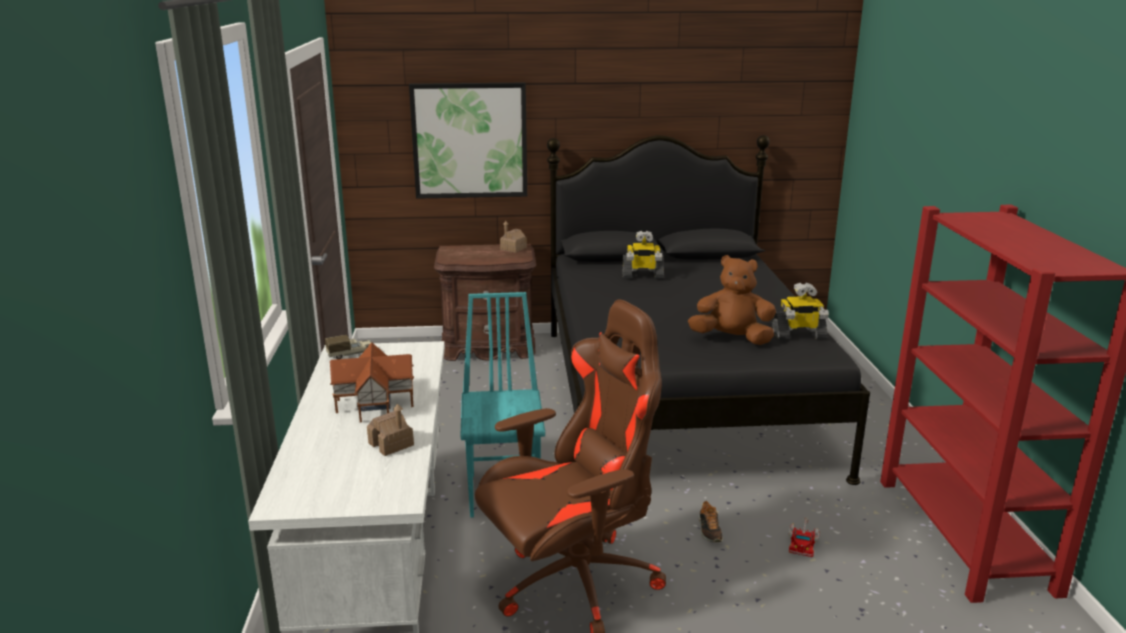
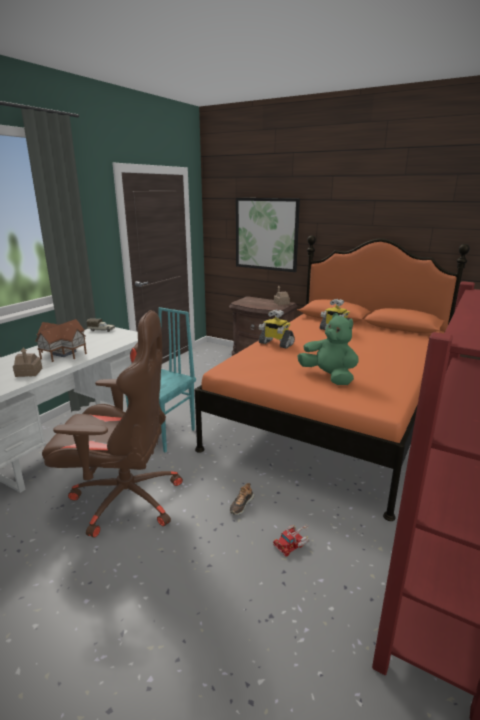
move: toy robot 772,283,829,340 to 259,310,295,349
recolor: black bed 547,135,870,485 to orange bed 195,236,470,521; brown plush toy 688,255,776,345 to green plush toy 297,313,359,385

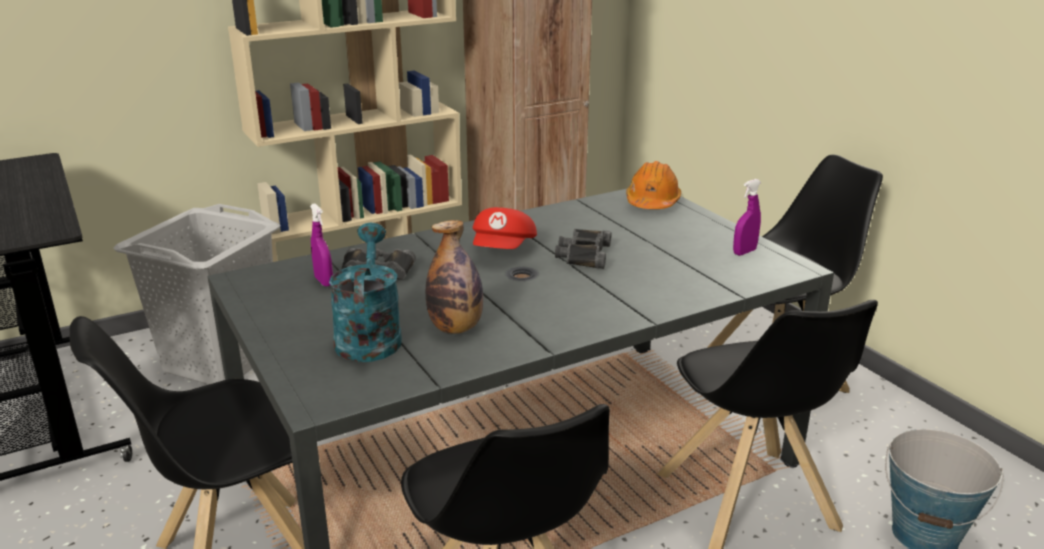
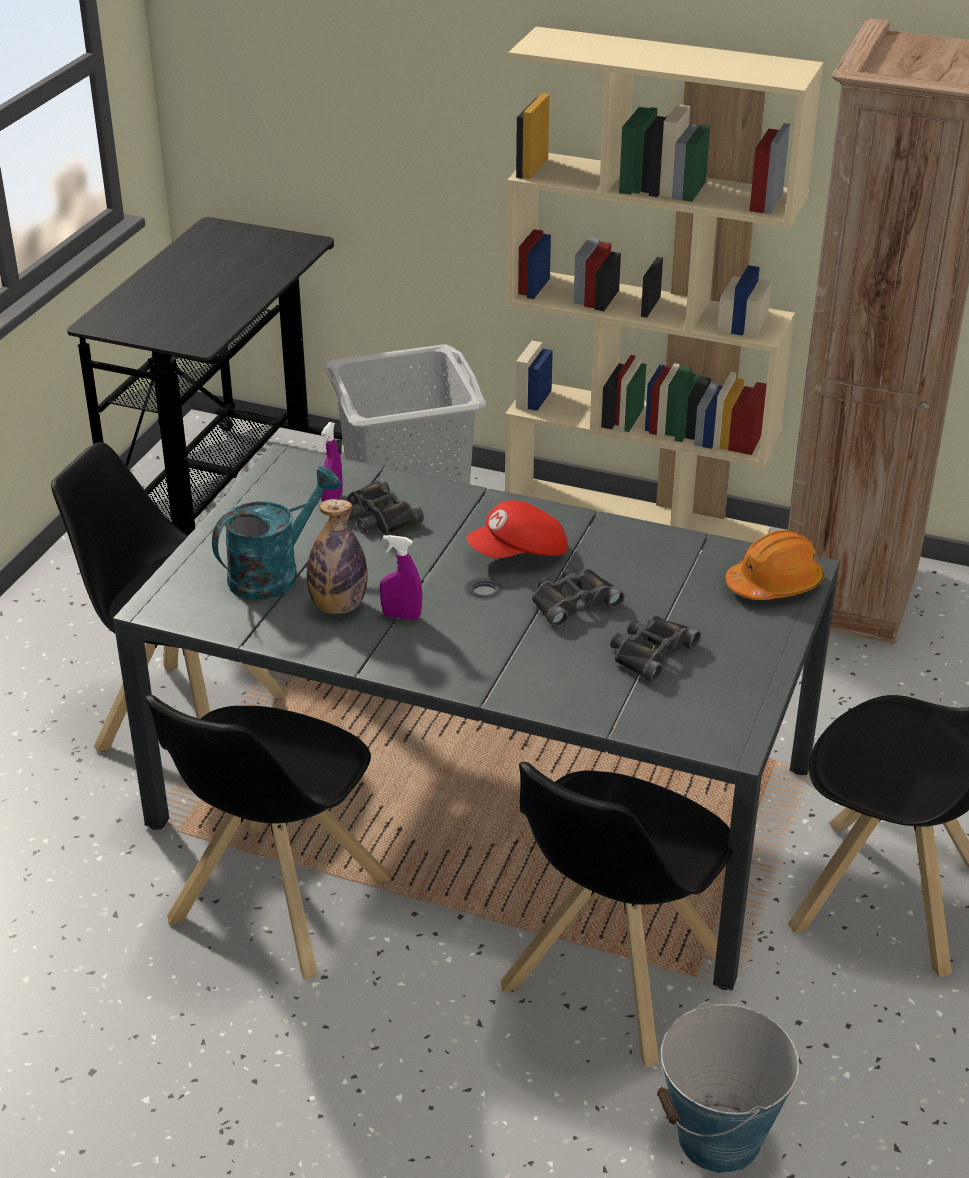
insert: black binoculars 610,615,701,683
move: purple spray bottle 733,179,761,256 to 380,535,422,620

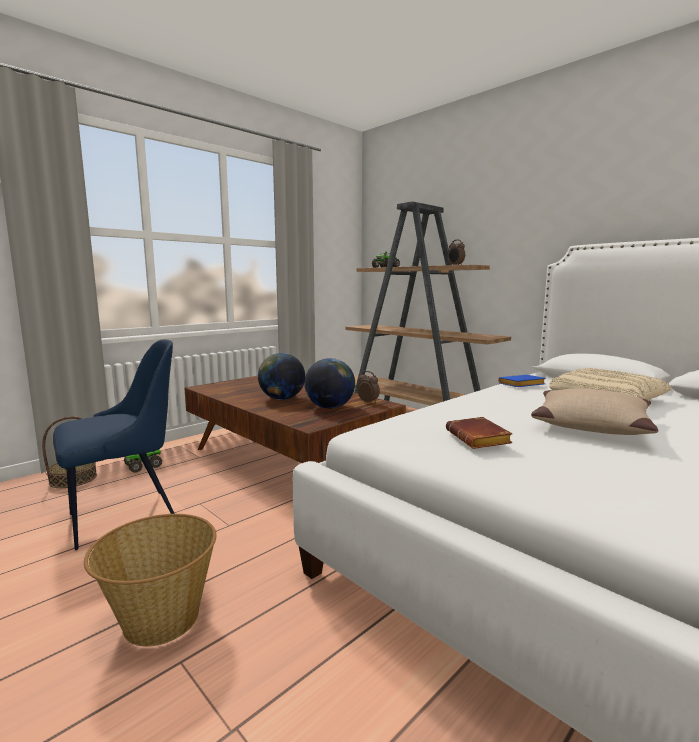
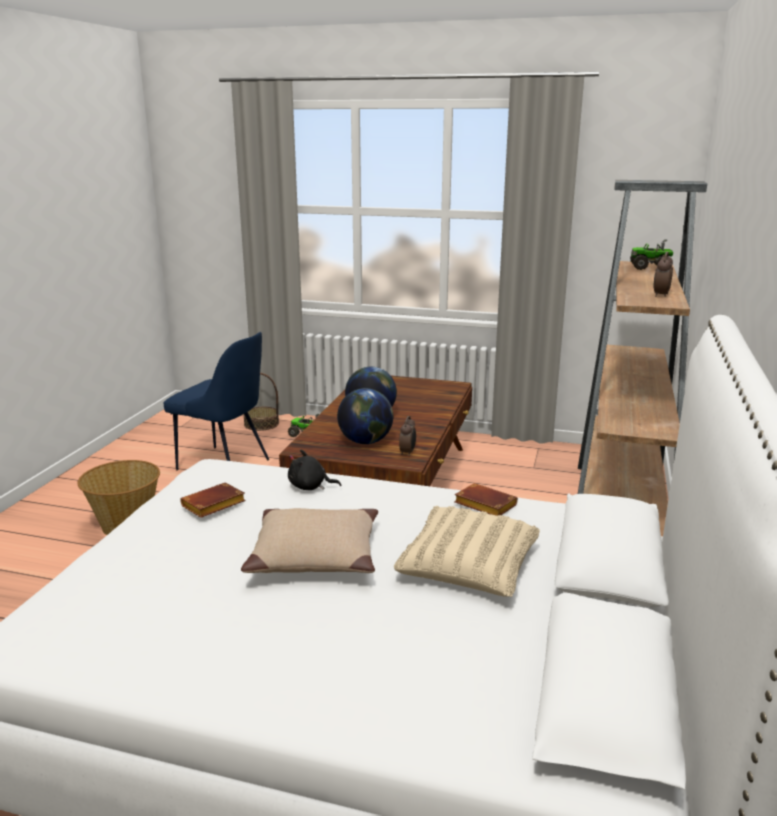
insert: black plush toy 288,449,341,490
recolor: blue book 498,375,546,387 to brown book 454,483,518,516

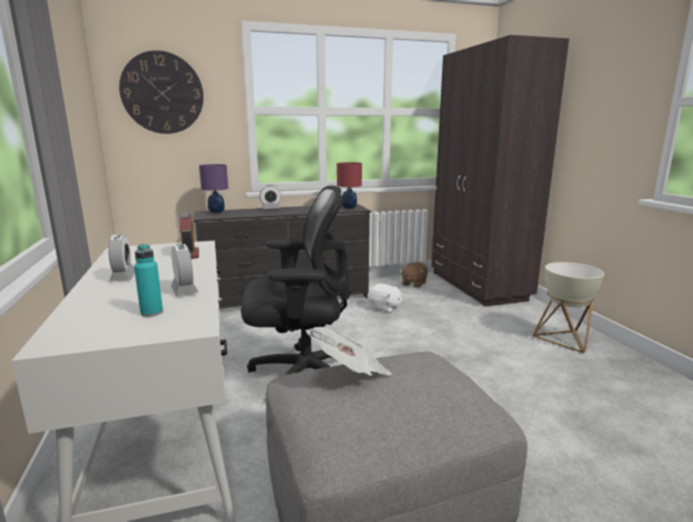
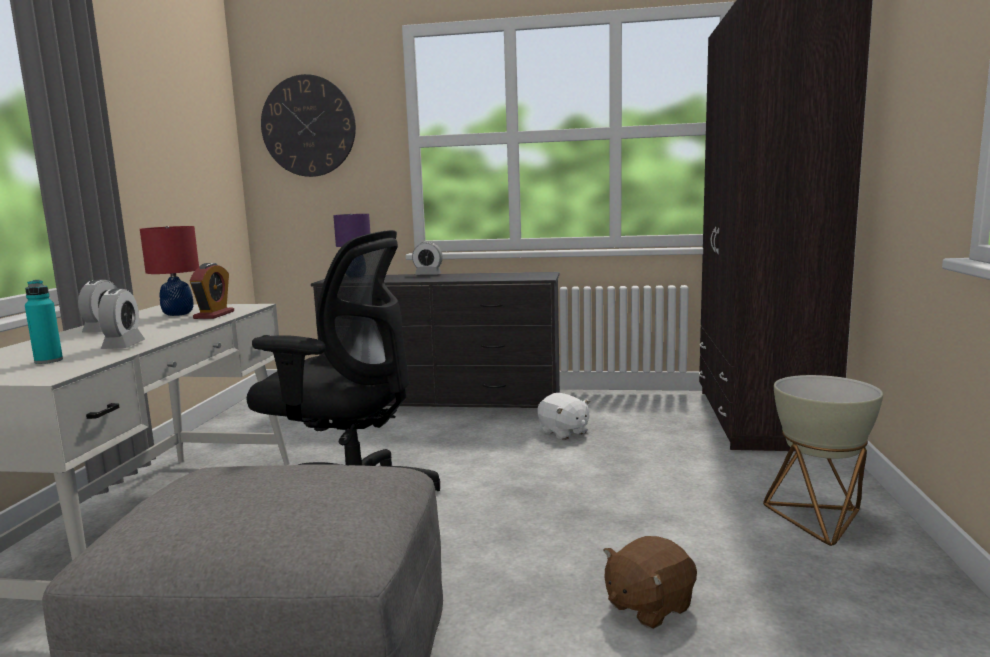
delete: newspaper 306,327,392,376
move: red table lamp 337,162,362,208 to 140,226,199,316; brown plush toy 400,262,428,288 to 603,536,697,629

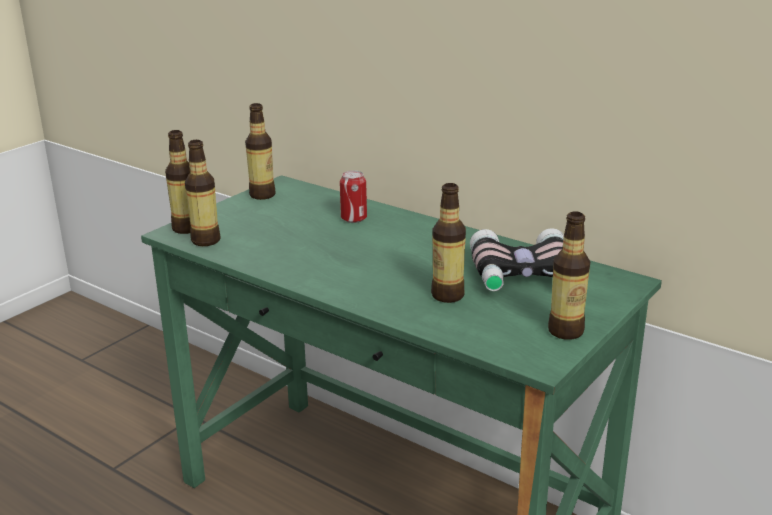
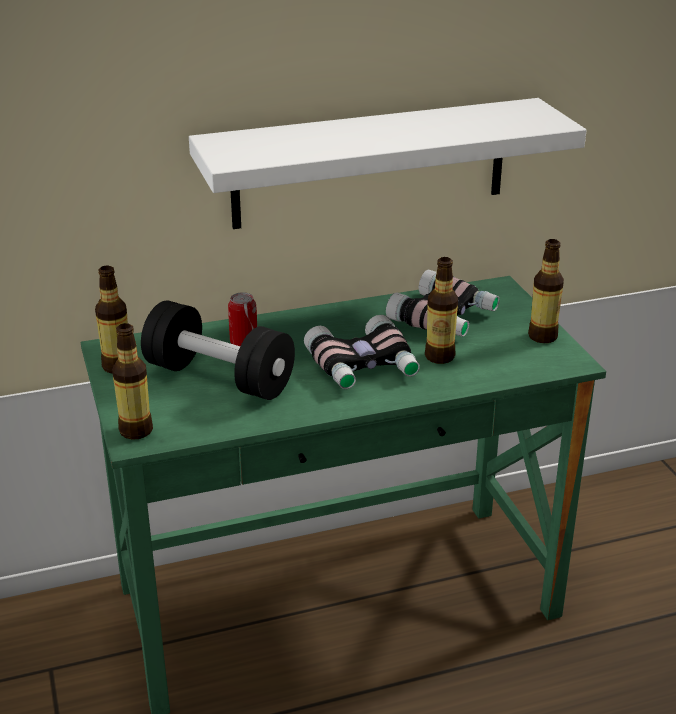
delete: bottle 185,140,221,246
insert: black dumbbell 141,300,295,400; white shelf 189,98,587,229; binoculars 304,315,420,389

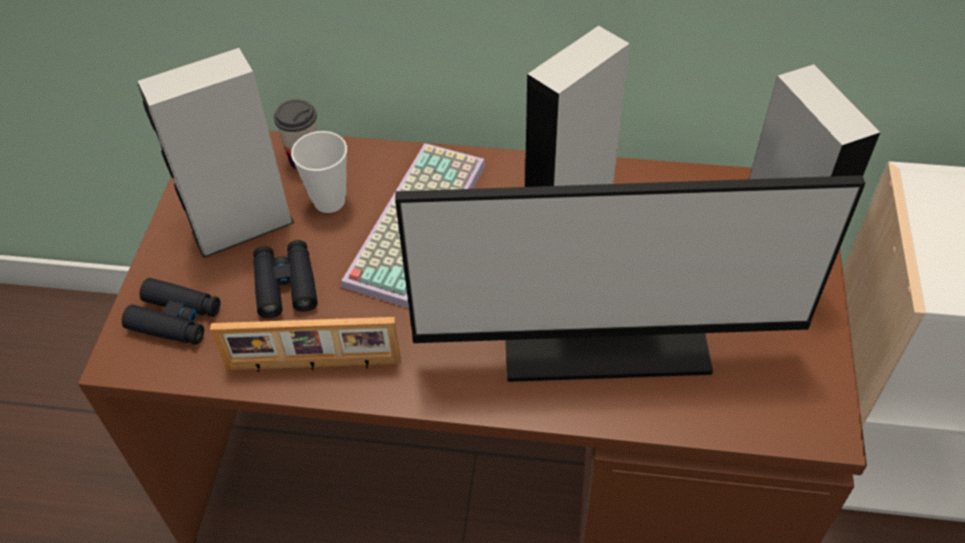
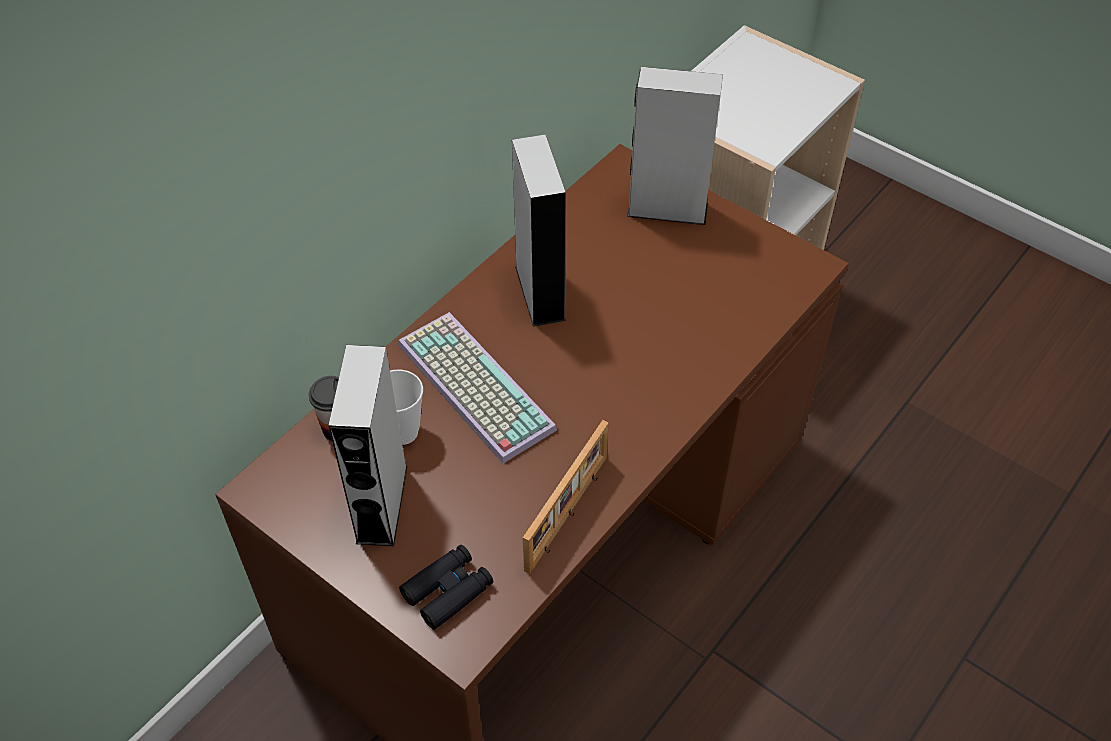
delete: black binoculars 253,240,318,318; monitor 395,175,866,382

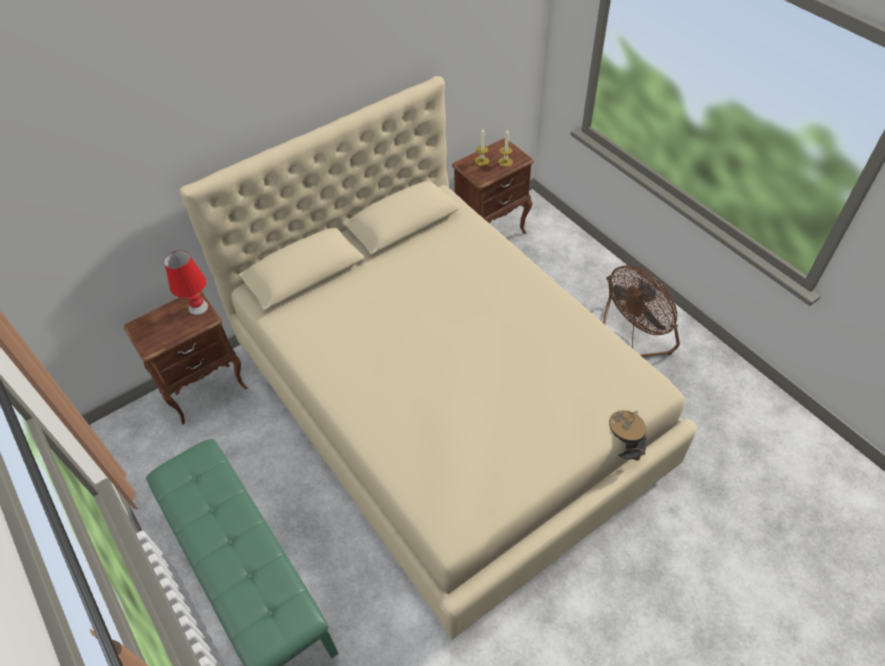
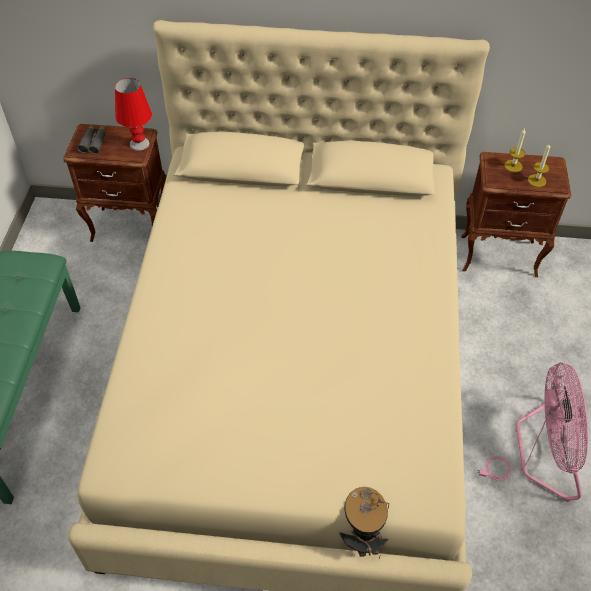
insert: grey binoculars 77,125,106,154
recolor: brown fan 603,265,680,357 to pink fan 477,362,588,502

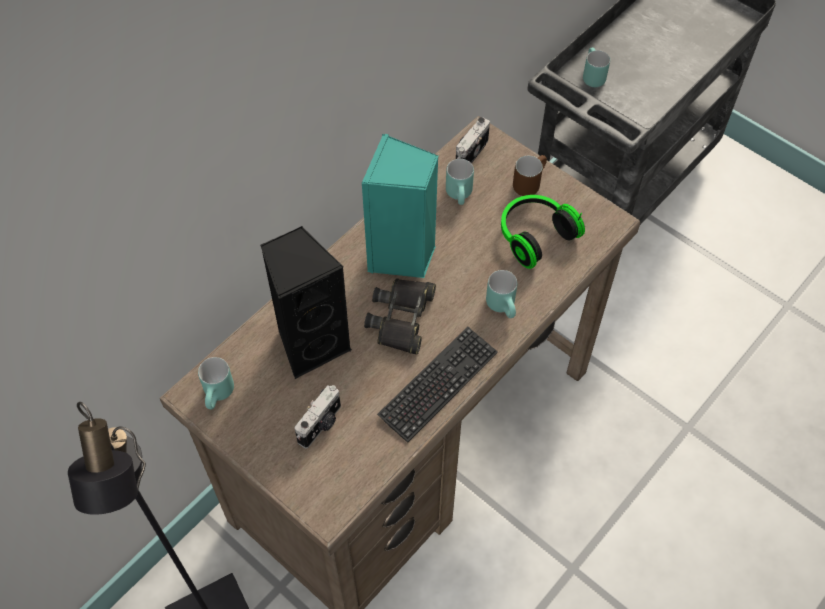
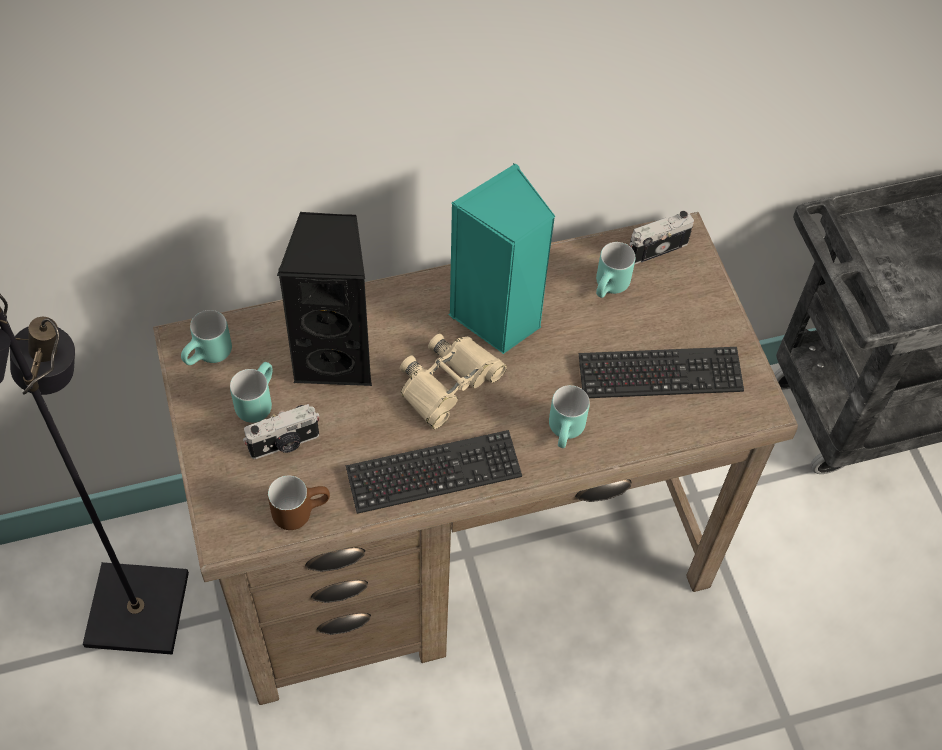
move: brown mug 513,155,547,196 to 268,476,330,530; turquoise mug 583,48,610,87 to 230,362,273,423
replace: headphones 501,195,585,269 to keyboard 579,347,744,398
recolor: black binoculars 364,278,436,355 to beige binoculars 400,334,507,429

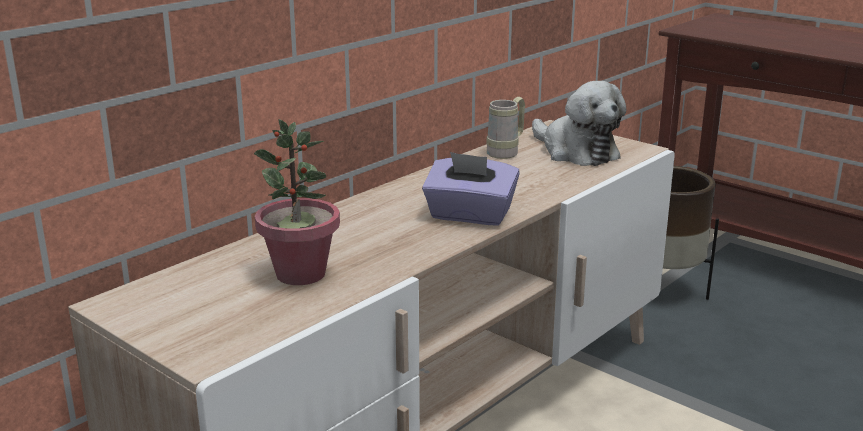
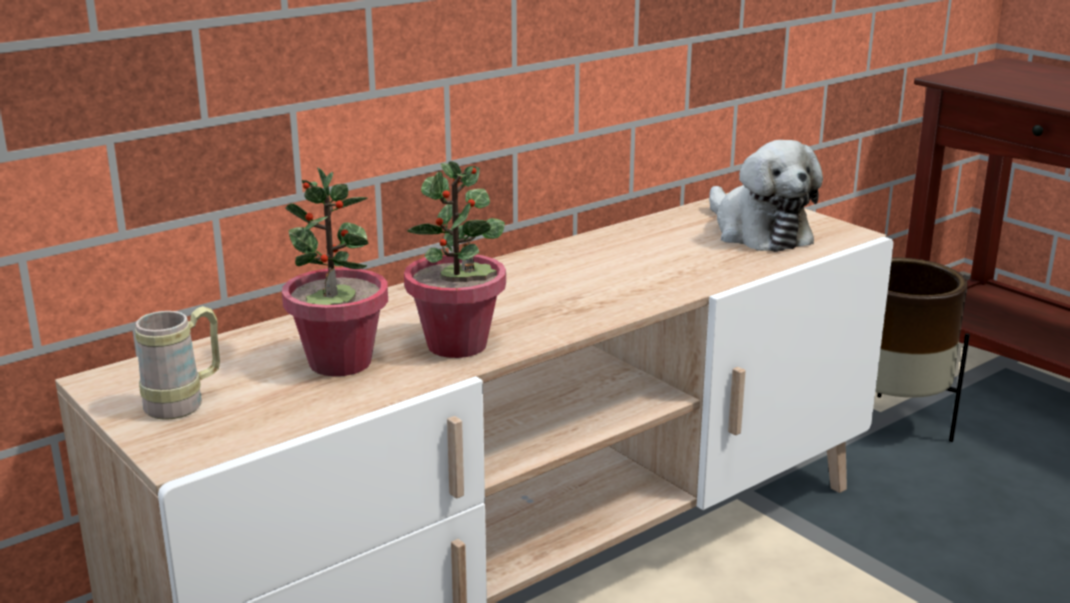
delete: purple tissue box 422,152,520,226
insert: potted plant 404,161,506,358
move: beige mug 486,97,525,159 to 135,306,220,420

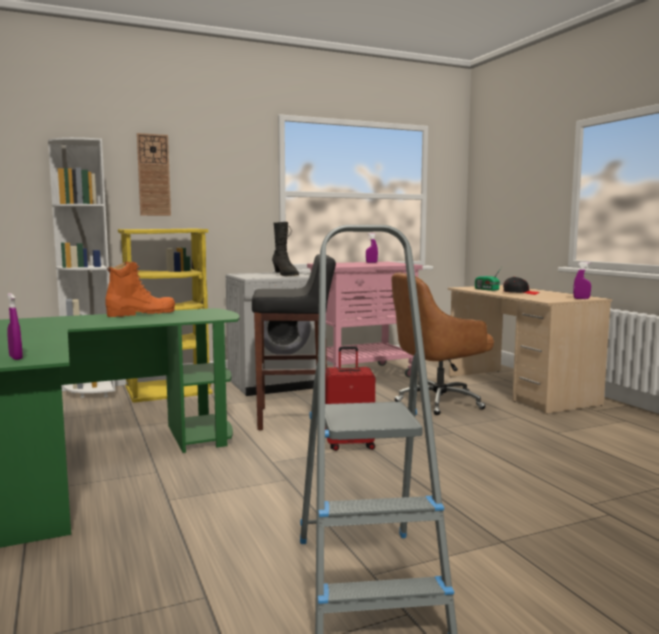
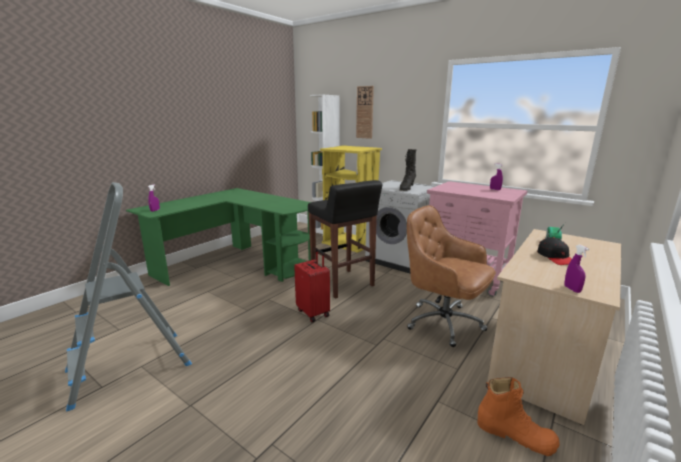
move: orange boot 105,262,175,317 to 477,377,560,456

